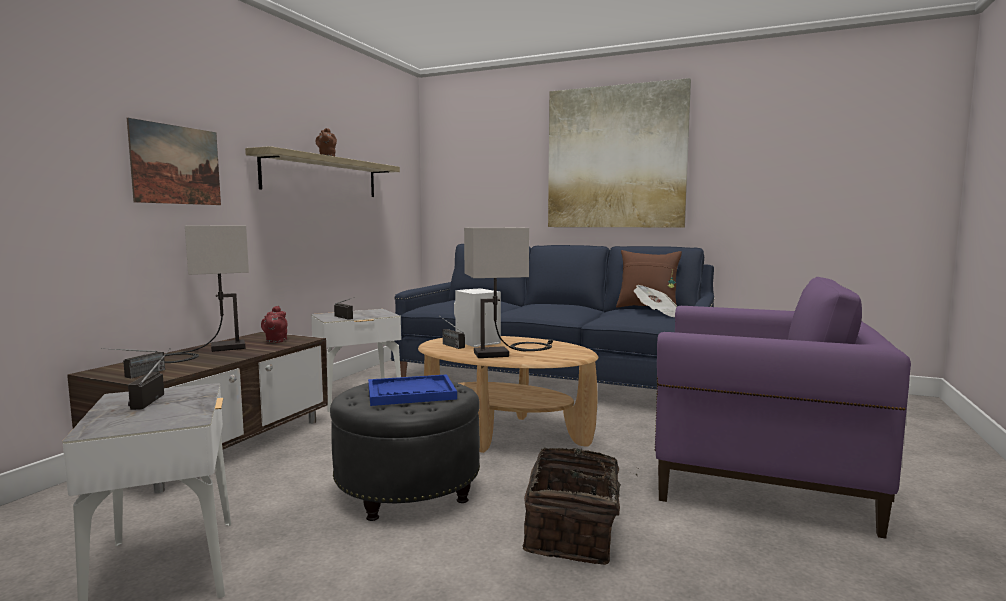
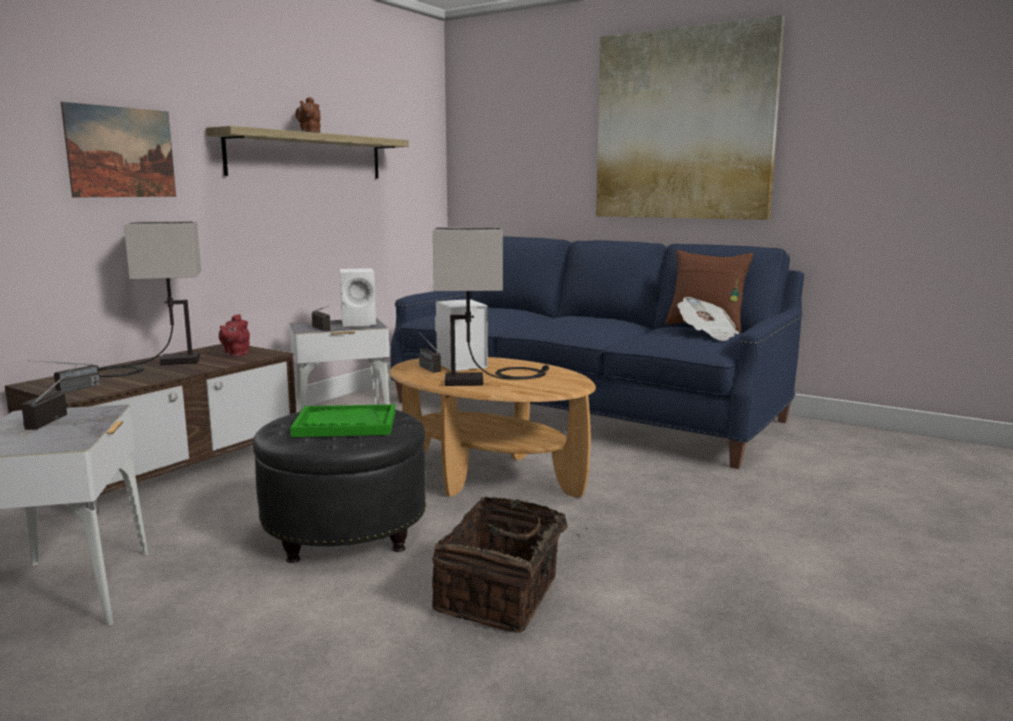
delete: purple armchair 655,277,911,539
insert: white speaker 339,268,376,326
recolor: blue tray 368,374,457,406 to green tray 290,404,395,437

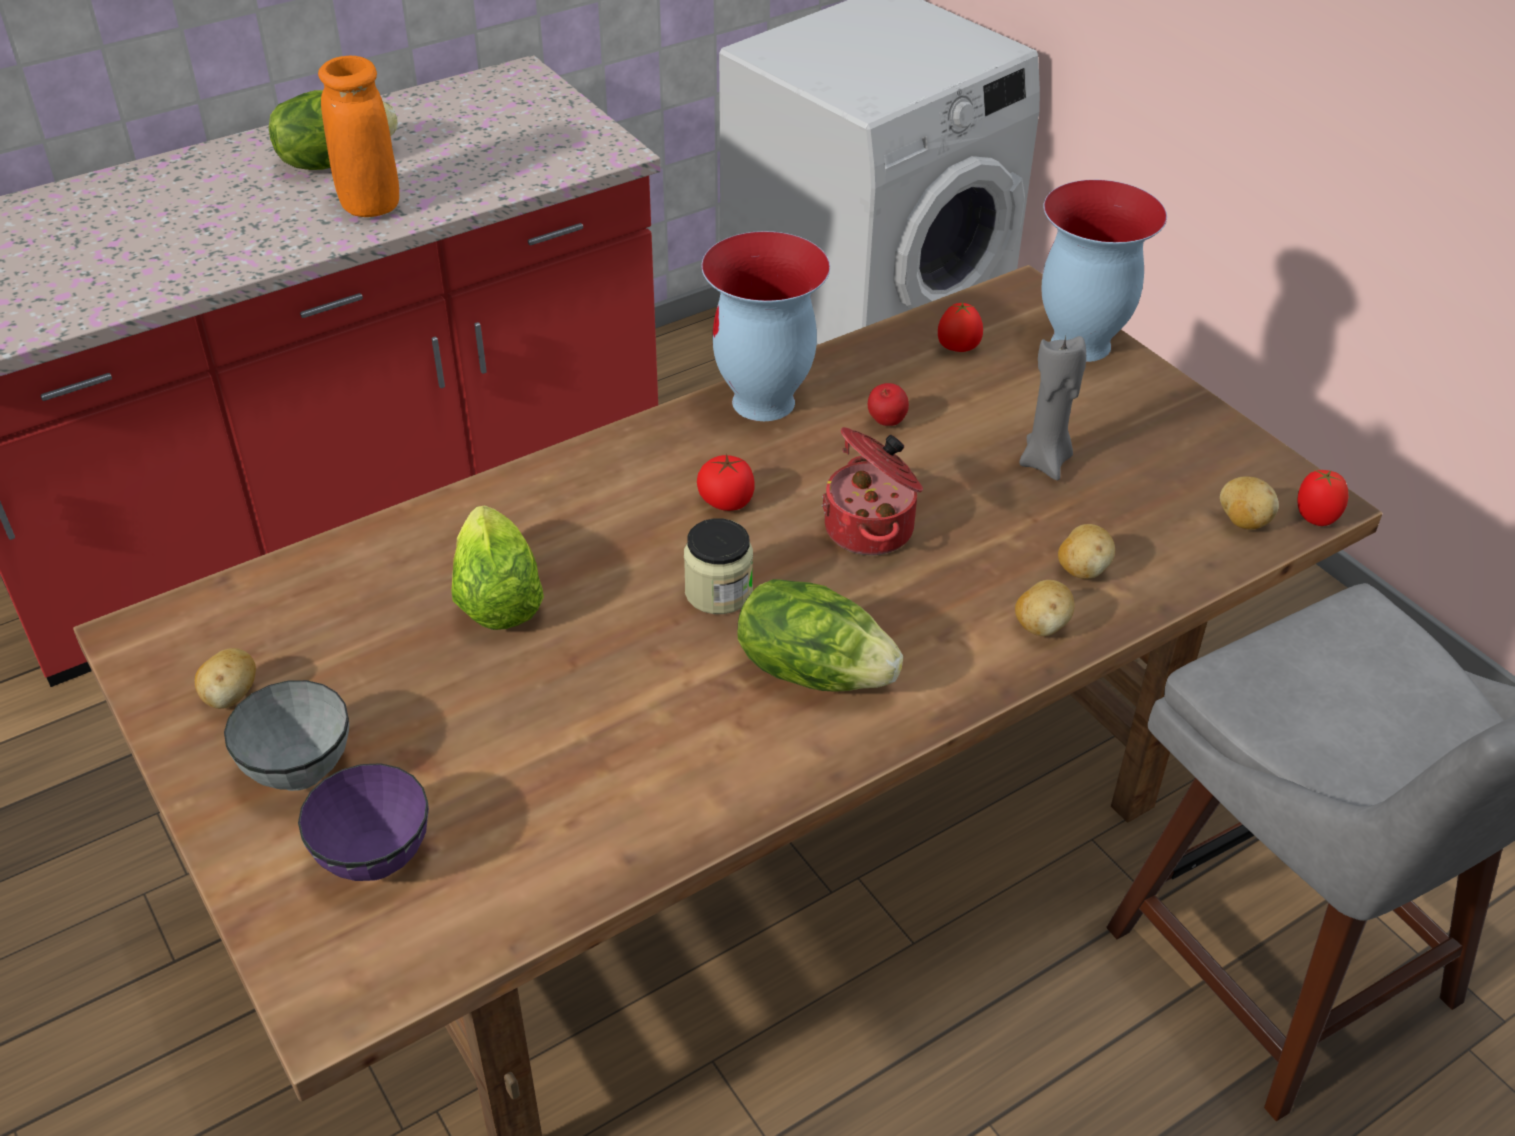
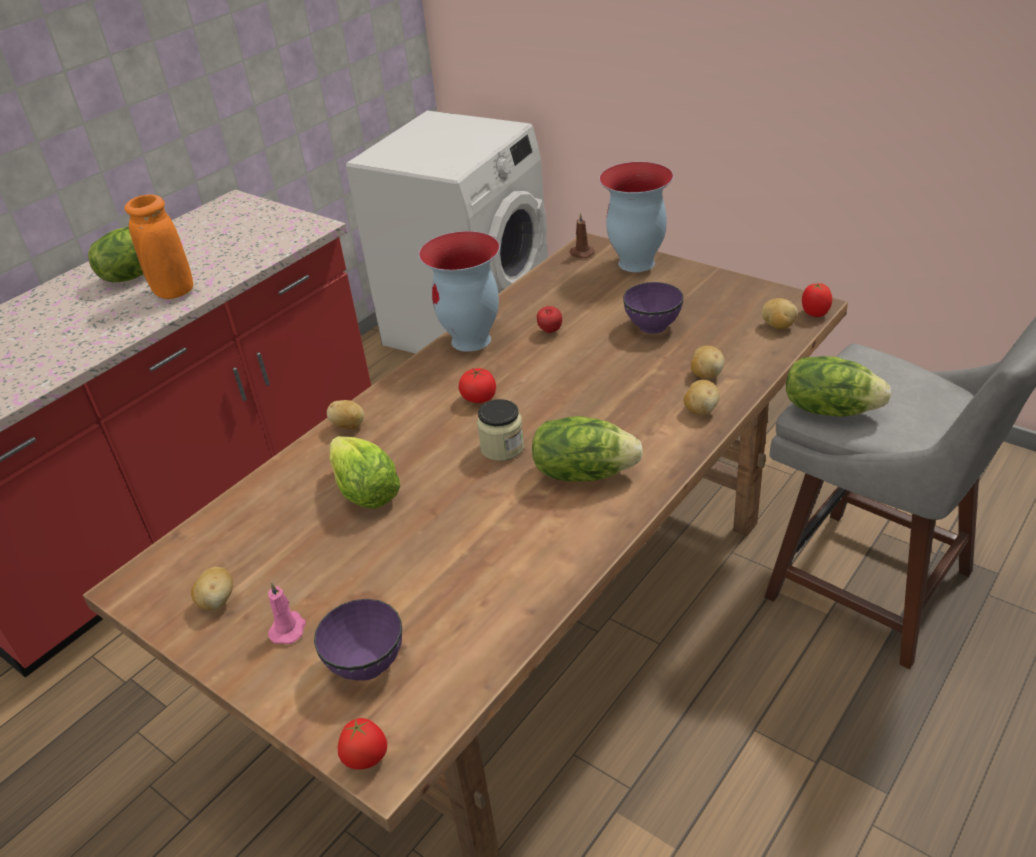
delete: cooking pot 822,427,923,555
insert: potato 327,400,364,429; brown candle 569,213,595,258; lettuce 786,356,891,416
move: tomato 938,302,983,352 to 338,718,387,770
replace: grey bowl 224,680,349,791 to pink candle 268,582,306,644; grey candle 1019,336,1086,481 to purple bowl 623,282,683,334

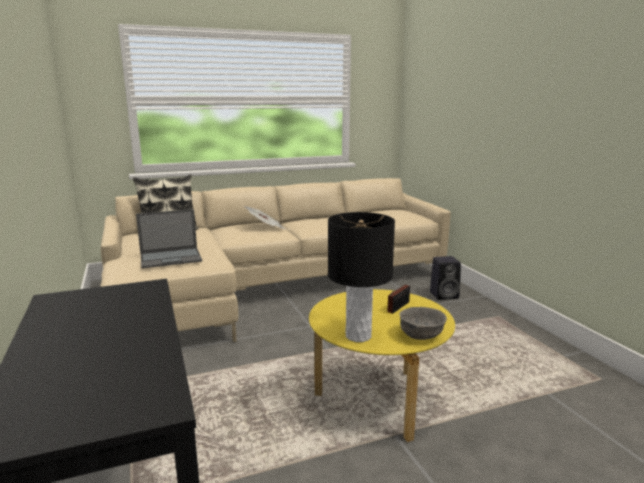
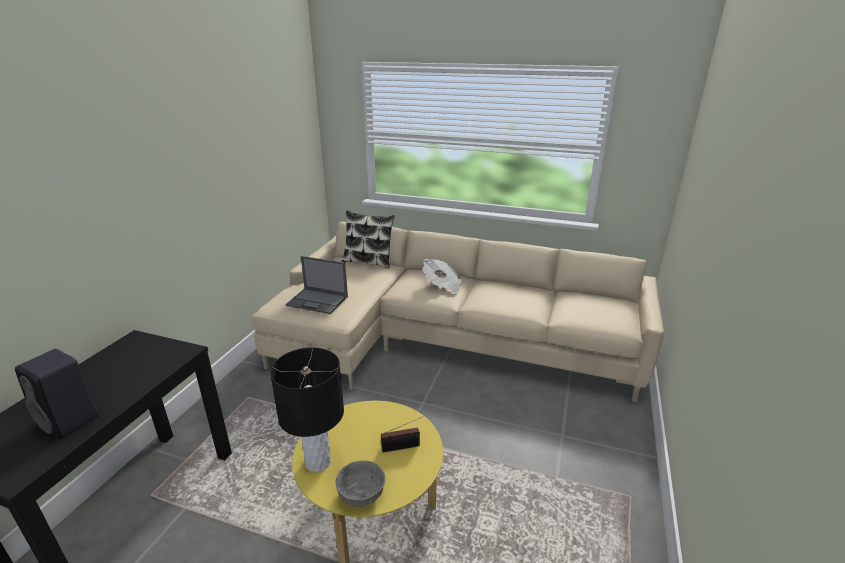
move: black speaker 430,256,461,300 to 15,349,99,440

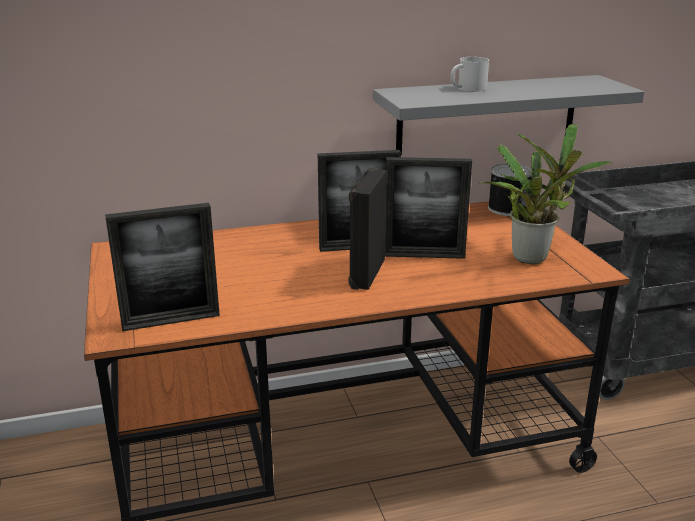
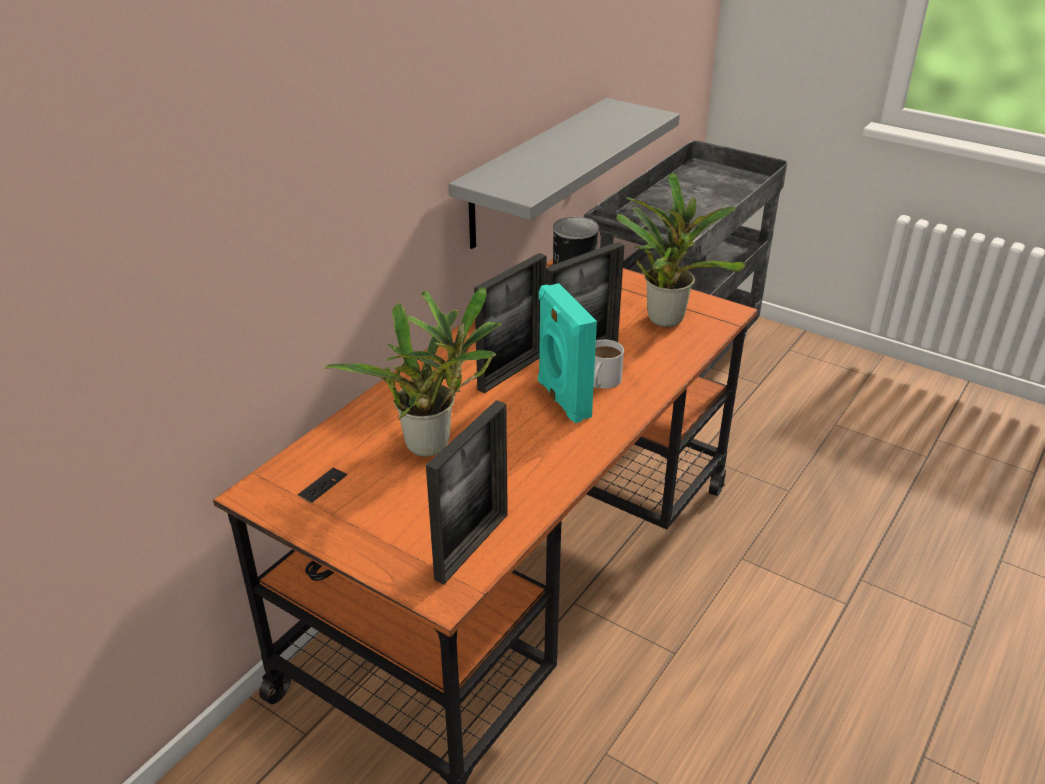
insert: potted plant 324,287,502,457
move: white mug 450,57,489,92 to 594,340,624,388
recolor: black speaker 349,168,387,290 to turquoise speaker 538,283,597,423

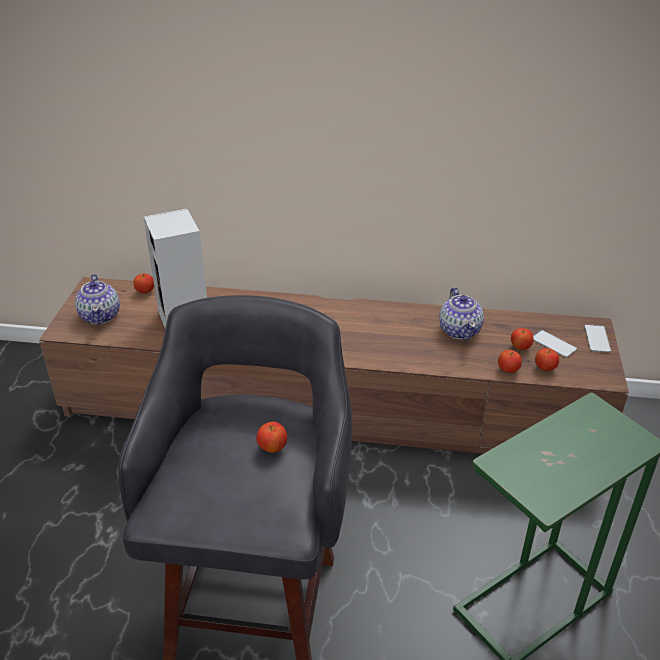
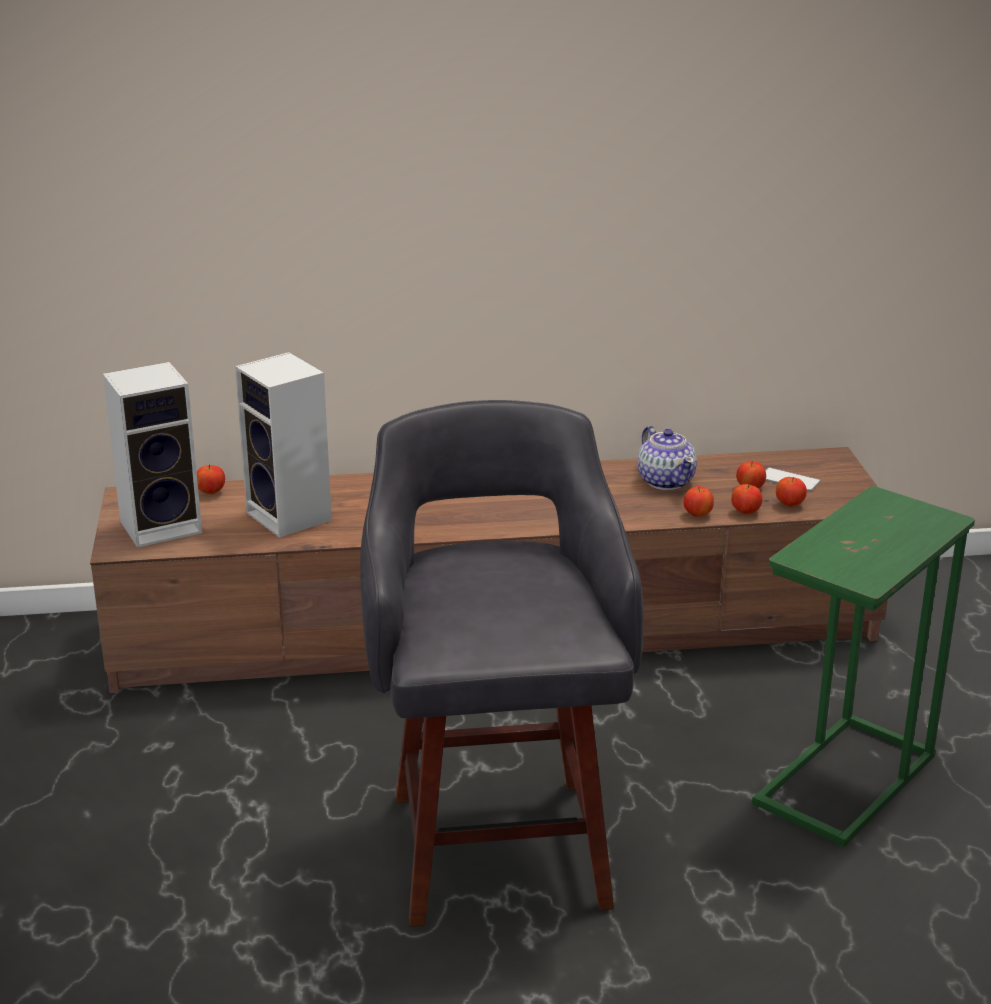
delete: phone 584,324,611,352
move: apple 256,422,287,453 to 684,486,714,517
replace: teapot 75,274,120,324 to speaker 103,362,202,548

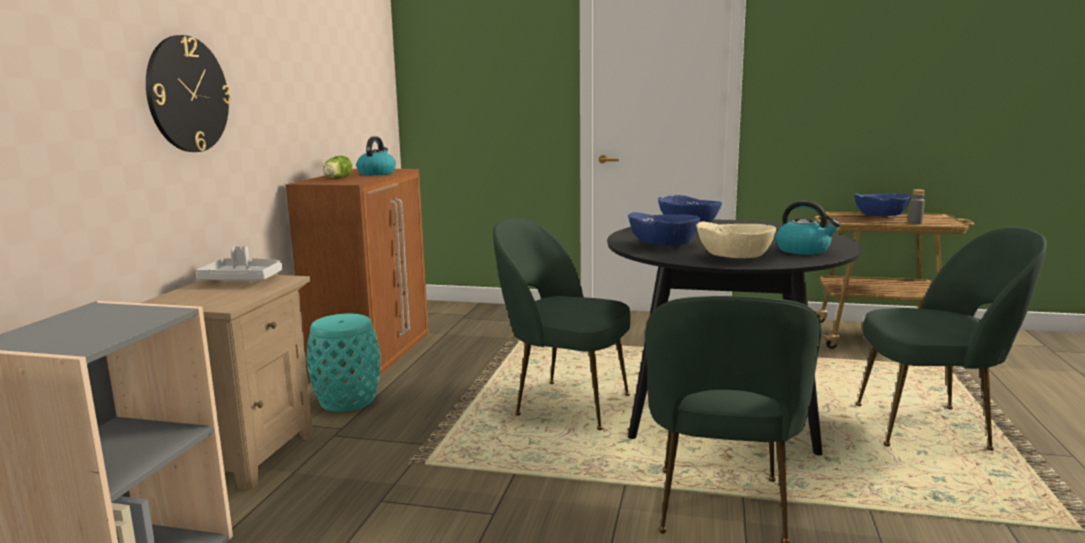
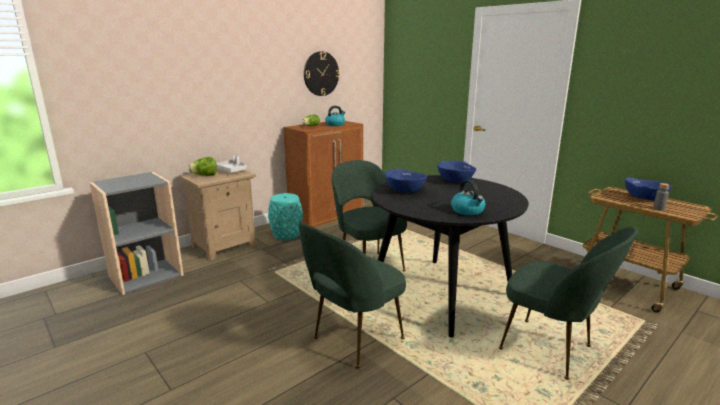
delete: beige bowl 696,221,776,258
insert: lettuce 188,157,217,176
move: wall clock 146,35,231,152 to 304,51,340,96

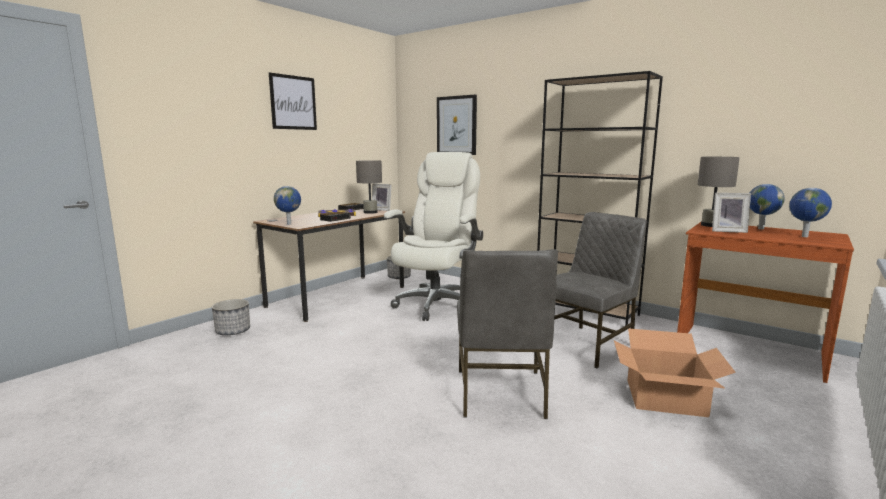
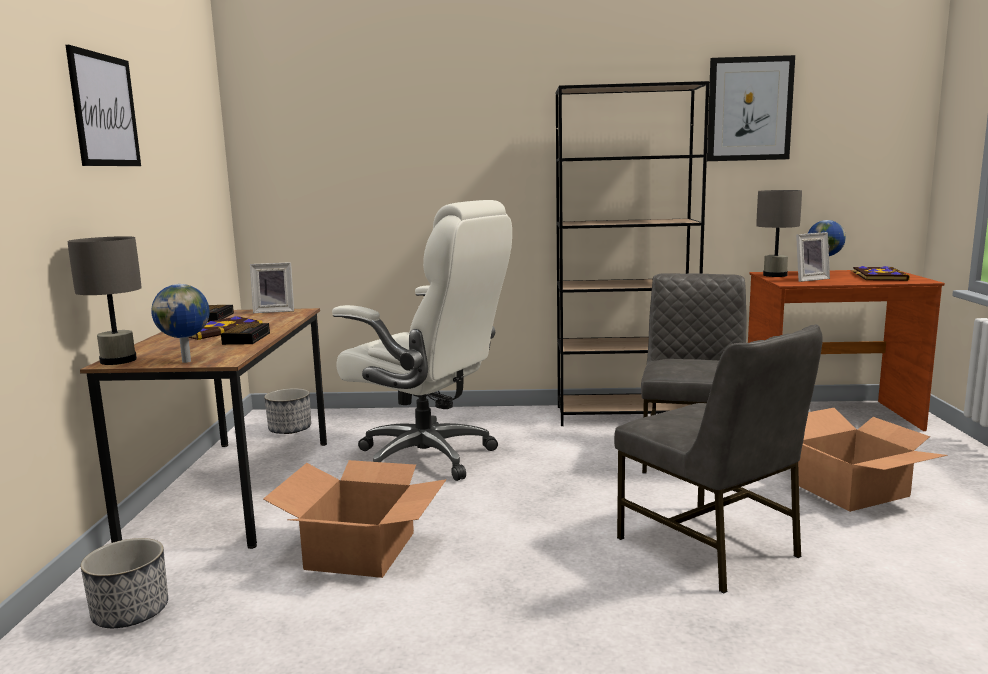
insert: cardboard box 263,460,446,578
move: grey table lamp 356,160,382,214 to 67,236,142,365; picture 437,95,477,155 to 707,55,795,161
replace: globe 789,188,832,237 to book 850,266,910,281
rotate: white office chair 384,152,483,321 = 332,200,512,481 135 degrees clockwise

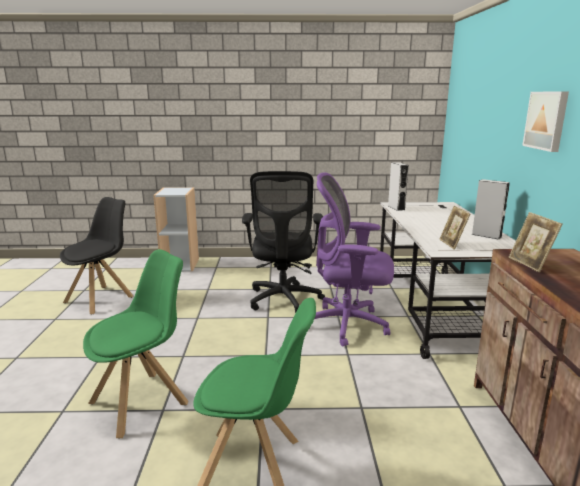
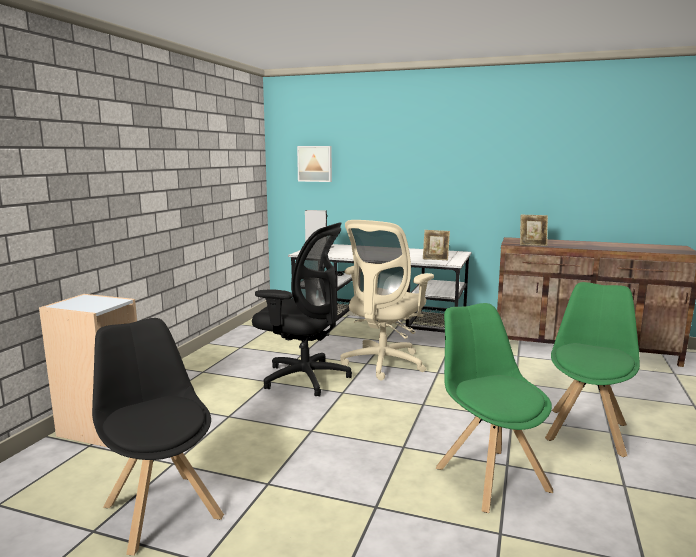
delete: grey speaker 472,179,510,240
move: picture 522,91,569,152 to 297,146,332,182
recolor: purple office chair 309,172,394,347 to beige office chair 340,220,434,381

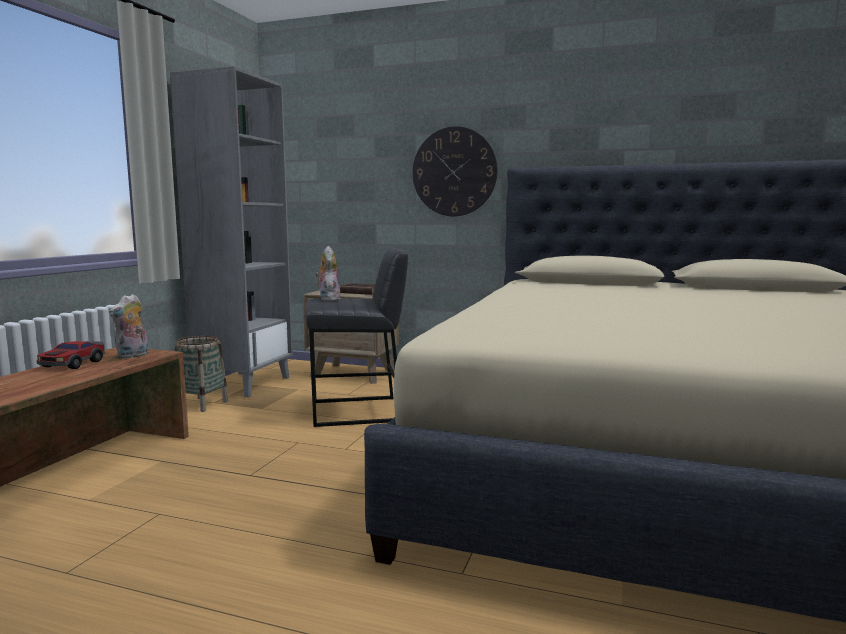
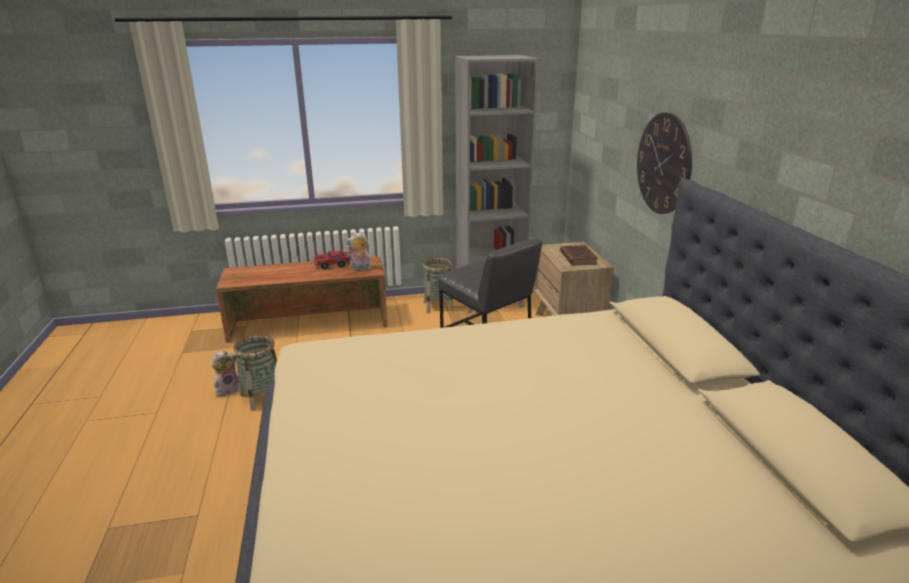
insert: basket 233,334,277,411
move: plush toy 316,246,340,301 to 212,350,239,396

